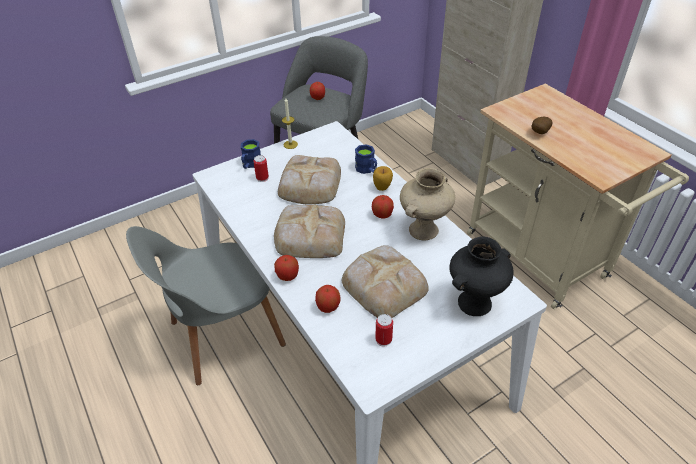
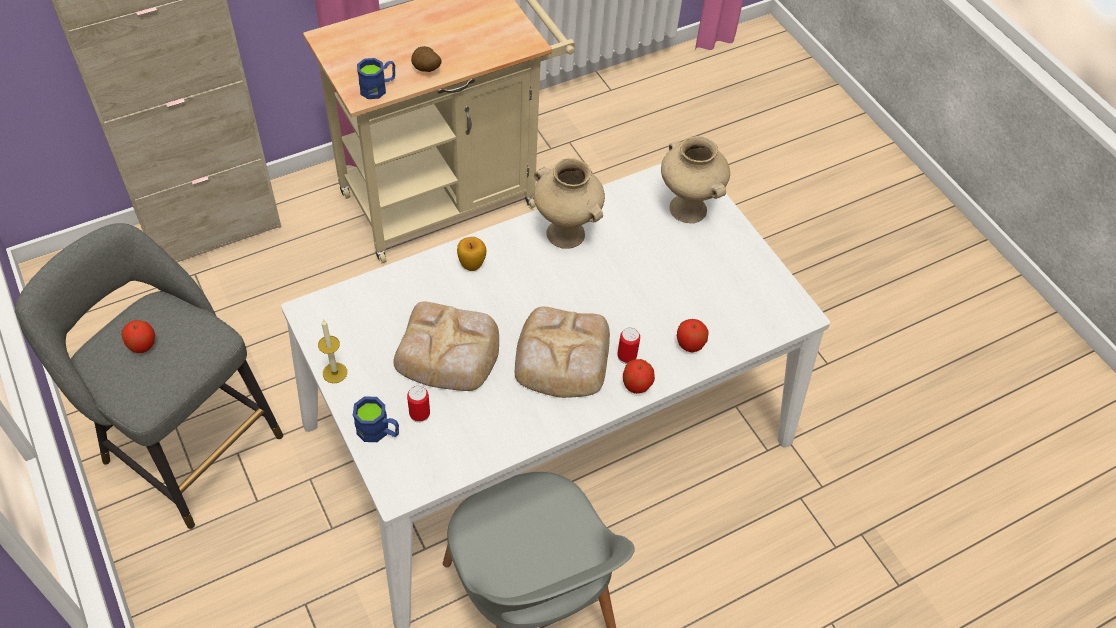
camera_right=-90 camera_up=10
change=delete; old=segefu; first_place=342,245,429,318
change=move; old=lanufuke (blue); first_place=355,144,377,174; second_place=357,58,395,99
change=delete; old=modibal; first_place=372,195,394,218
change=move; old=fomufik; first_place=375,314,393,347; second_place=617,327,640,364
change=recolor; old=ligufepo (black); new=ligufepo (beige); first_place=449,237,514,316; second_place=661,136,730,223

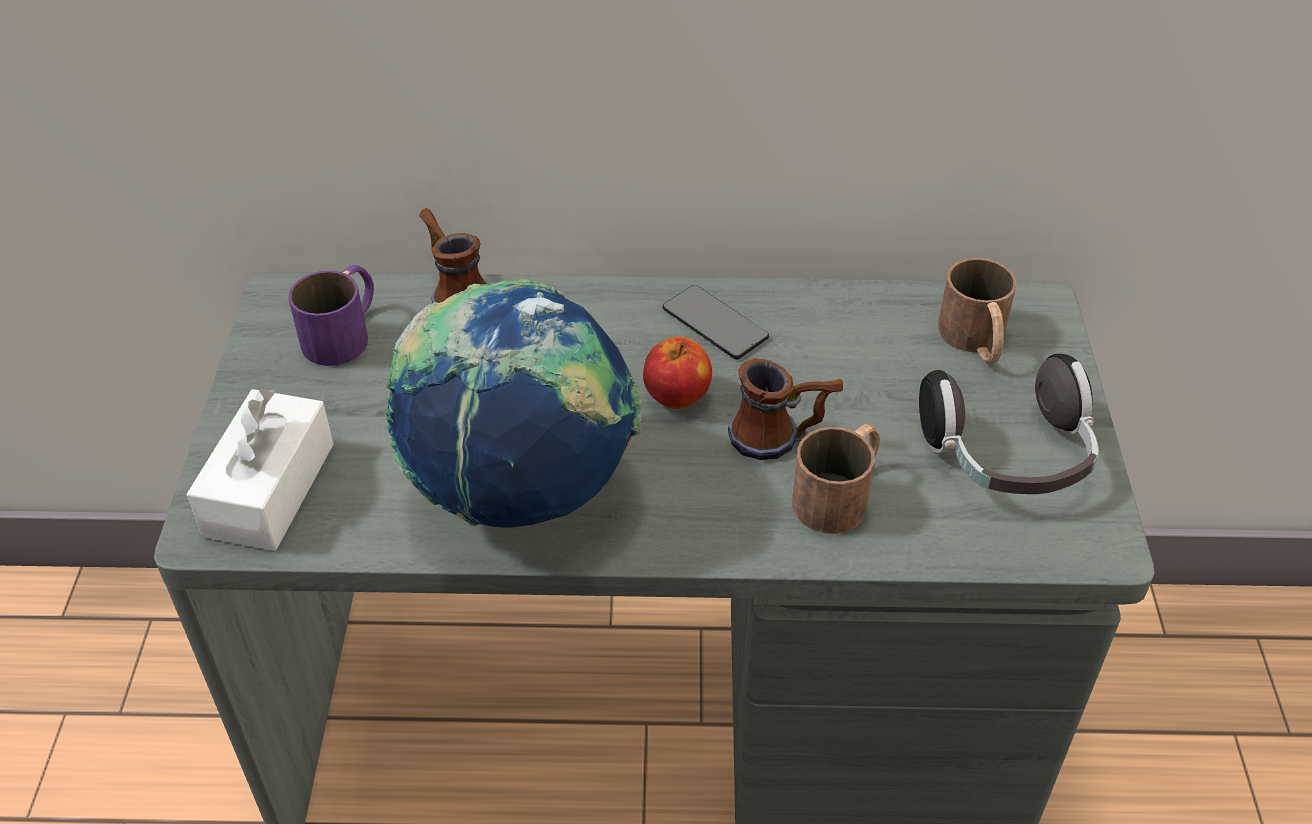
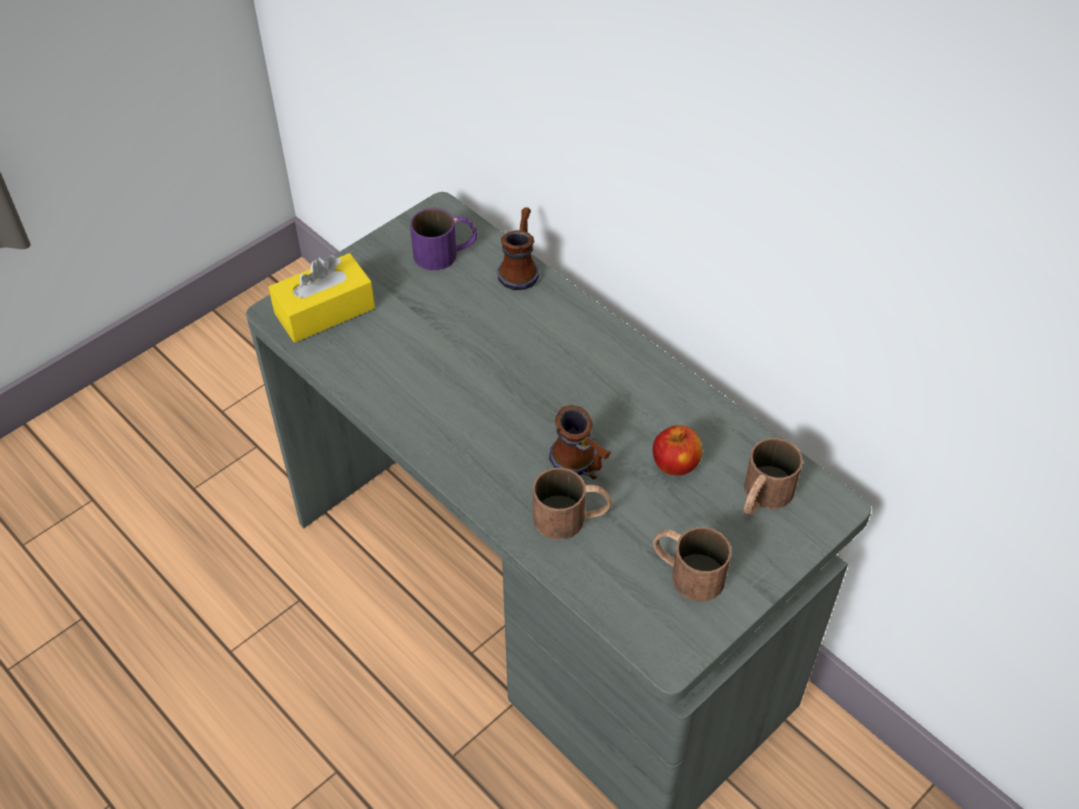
camera_right=45 camera_up=5
change=recolor; old=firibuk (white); new=firibuk (yellow); first_place=186,389,333,551; second_place=268,253,375,342
change=delete; old=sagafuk; first_place=385,279,642,528
change=move; old=modibal; first_place=643,336,712,409; second_place=653,425,702,476
change=delete; old=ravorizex; first_place=662,285,769,360
change=replace; old=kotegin; new=lanufuke (brown); first_place=919,353,1099,494; second_place=653,527,731,602

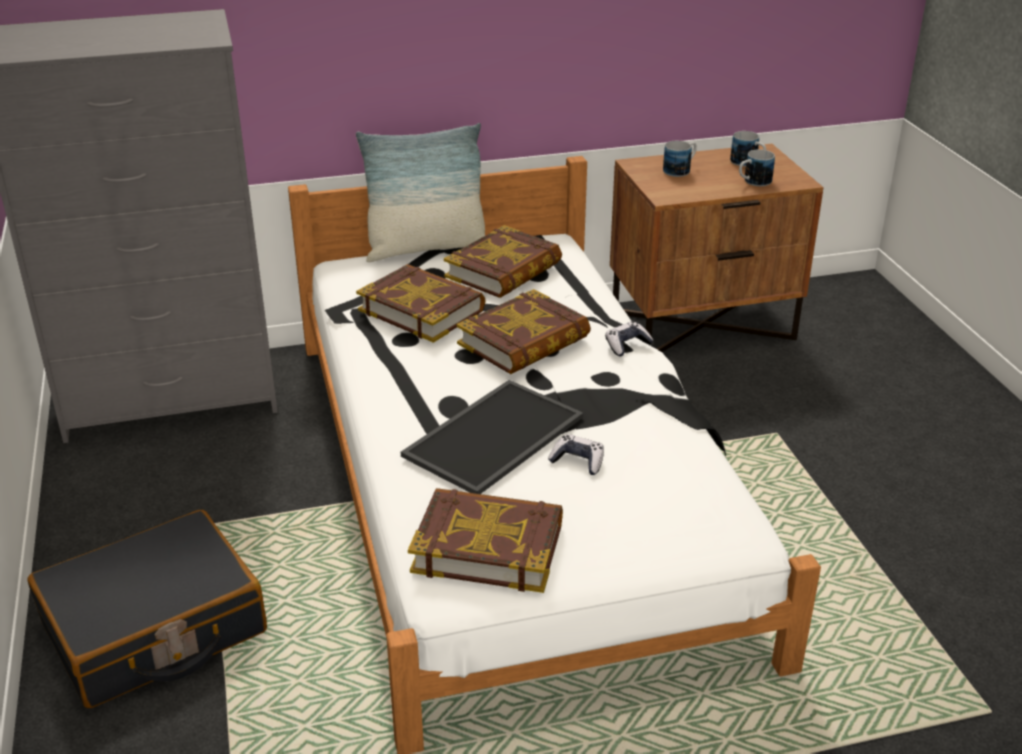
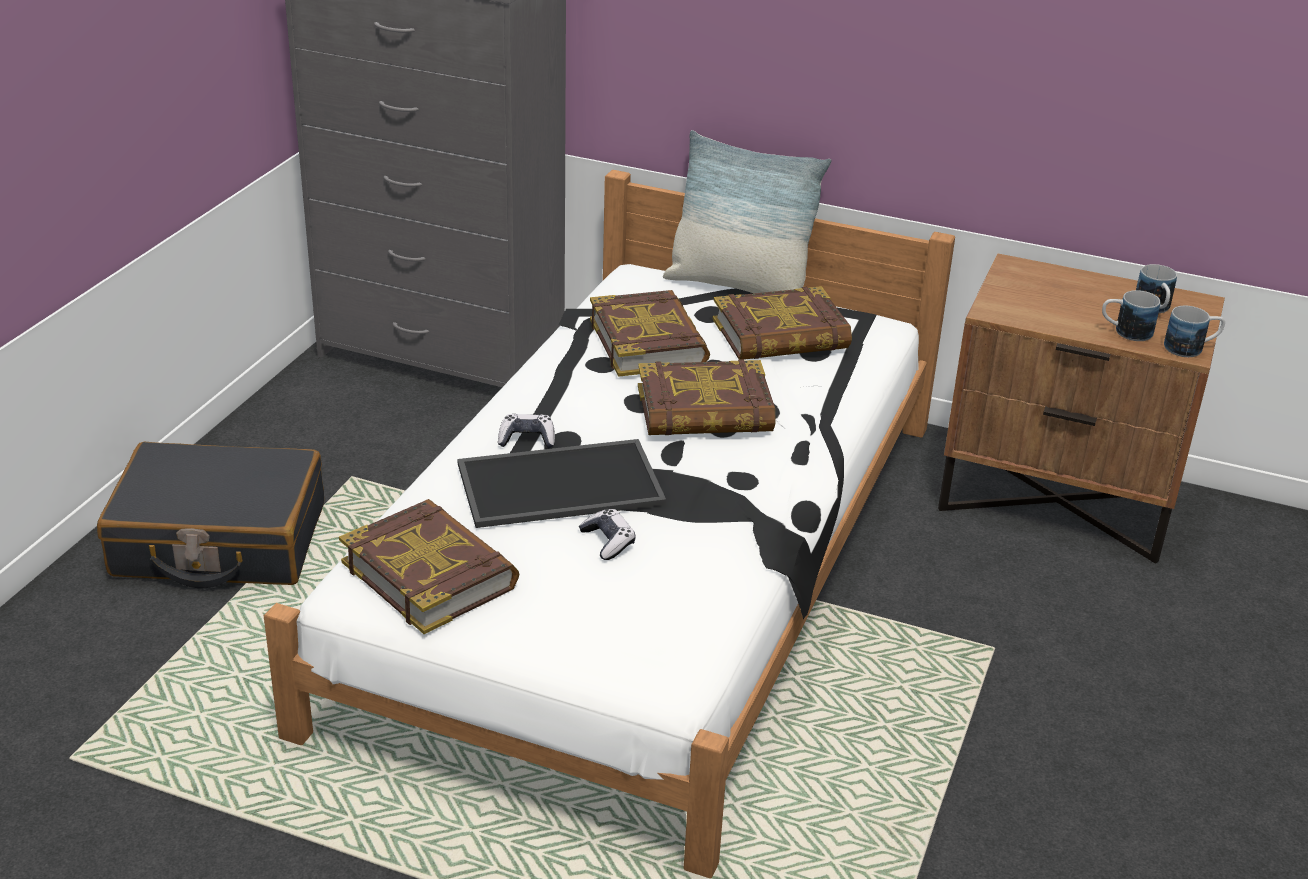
camera_right=35 camera_up=0
change=move; old=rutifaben; first_place=605,322,654,356; second_place=498,414,555,448
change=move; old=lanufuke; first_place=663,141,697,177; second_place=1164,306,1225,357

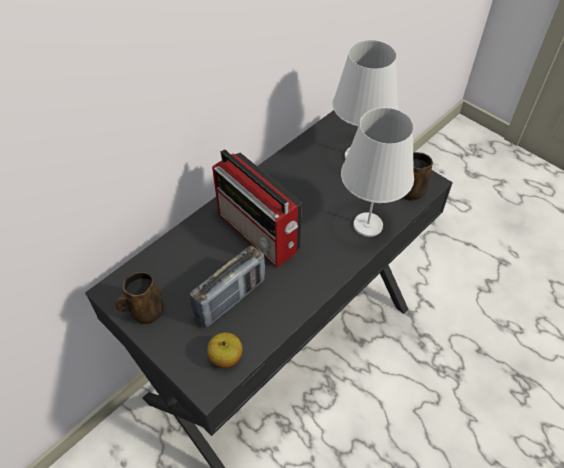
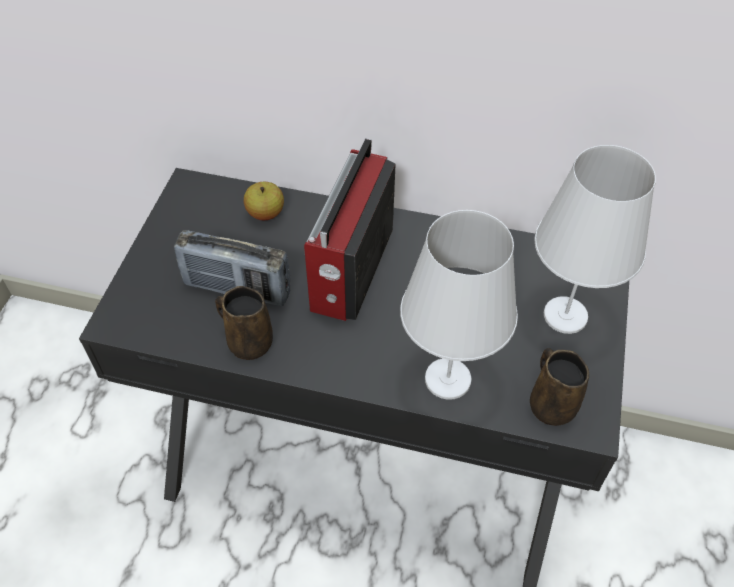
camera_right=60 camera_up=0
change=move; old=lanufuke (brown); first_place=114,272,163,324; second_place=215,286,273,360
change=move; old=modibal; first_place=207,332,242,368; second_place=244,182,284,220

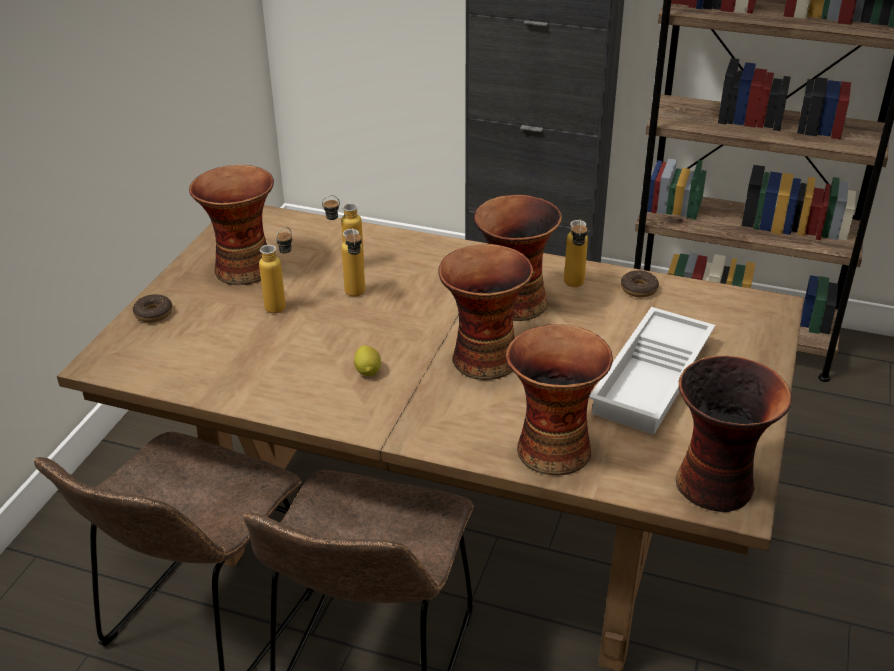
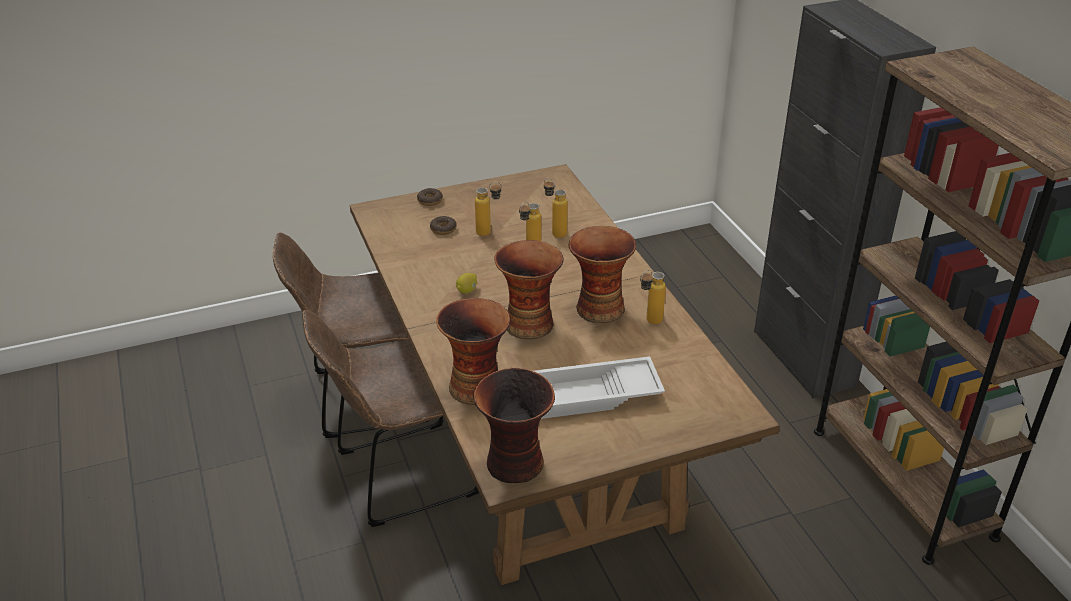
camera_right=50 camera_up=0
change=delete; old=ligufepo; first_place=189,165,274,285
change=move; old=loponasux; first_place=621,270,659,297; second_place=430,216,457,235

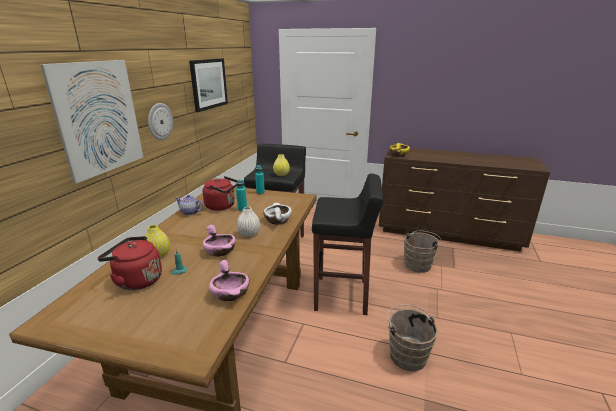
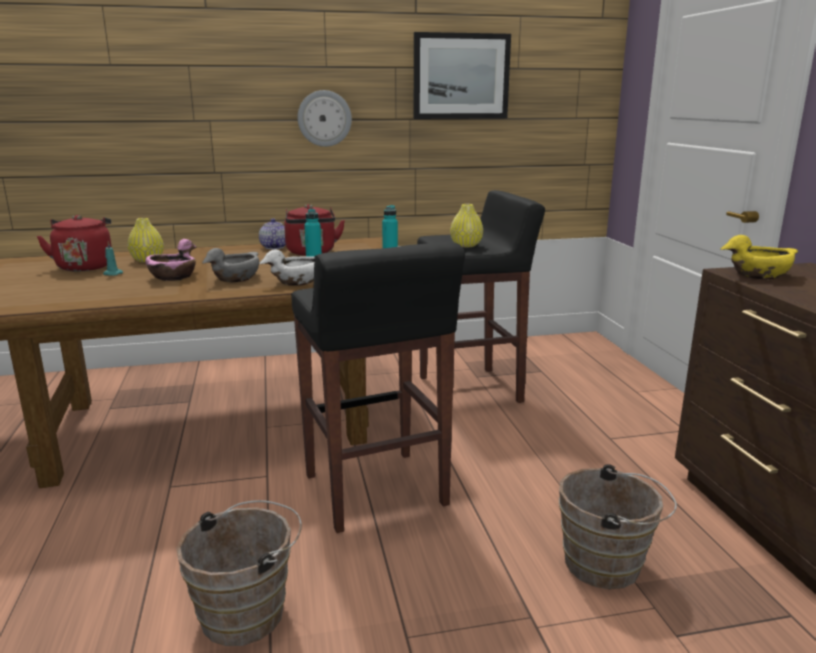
camera_right=60 camera_up=-5
change=delete; old=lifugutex; first_place=40,60,143,183
change=delete; old=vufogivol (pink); first_place=209,260,249,301
change=replace; old=ligufepo (white); new=vufogivol (grey); first_place=237,207,260,237; second_place=202,248,259,283

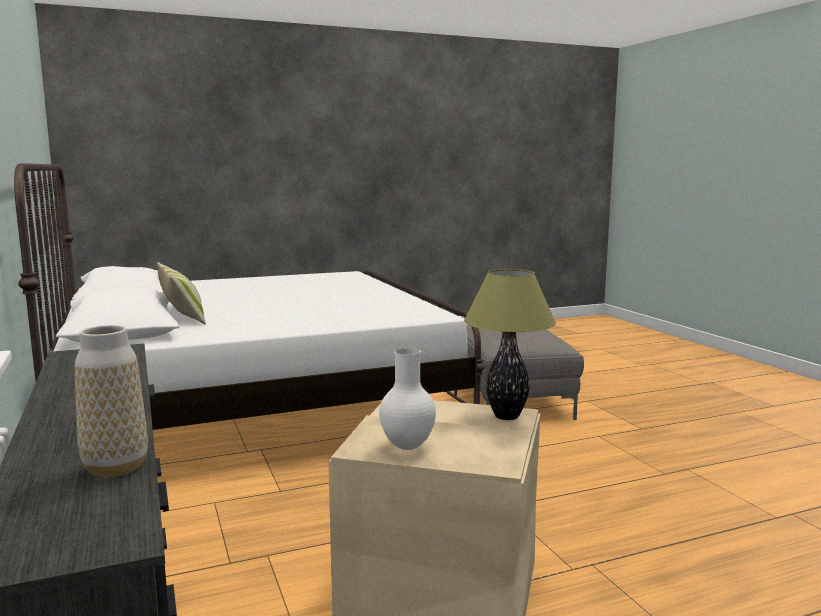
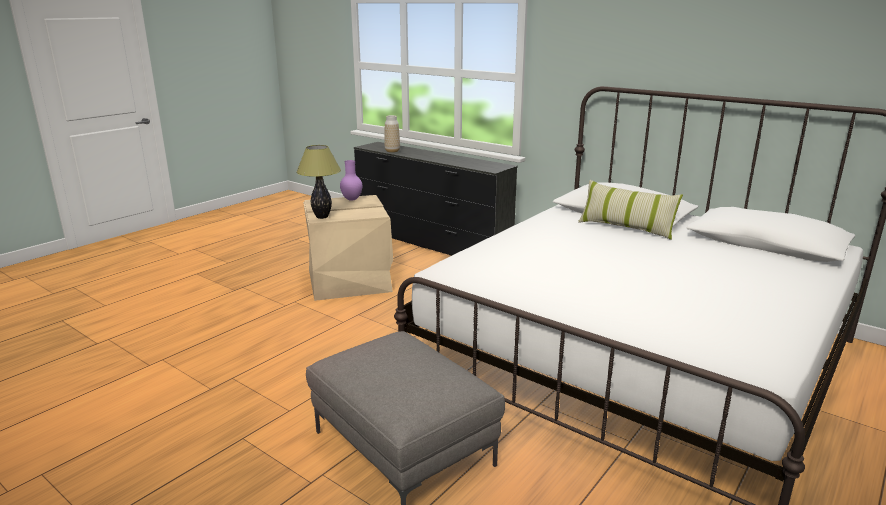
camera_right=150 camera_up=10
change=recolor; old=ligufepo (white); new=ligufepo (purple); first_place=379,348,436,450; second_place=340,160,362,201

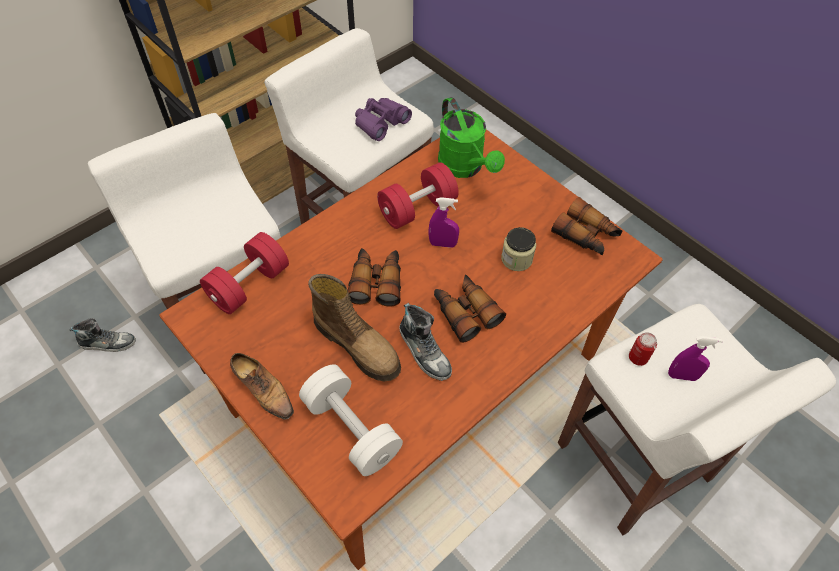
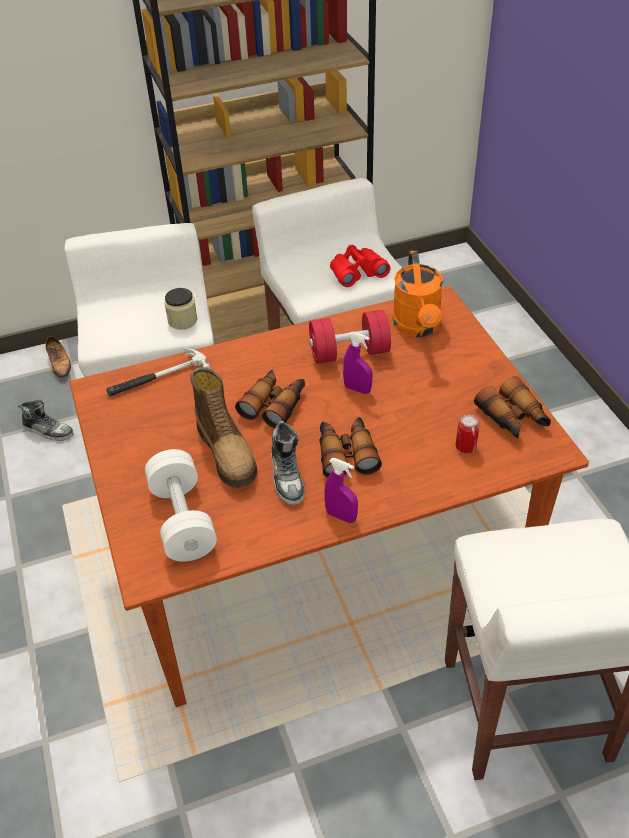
camera_right=25 camera_up=-10
change=replace; old=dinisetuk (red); new=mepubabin; first_place=200,232,289,314; second_place=106,349,211,396
change=move; old=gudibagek; first_place=230,353,294,420; second_place=46,336,71,378
change=recolor; old=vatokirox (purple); new=vatokirox (red); first_place=355,98,412,141; second_place=330,245,390,287
change=recolor; old=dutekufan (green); new=dutekufan (orange); first_place=438,97,505,178; second_place=392,251,443,337
change=move; old=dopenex; first_place=501,227,536,271; second_place=165,288,197,330
change=move; old=fomufik; first_place=629,332,657,366; second_place=456,415,479,453
change=move; old=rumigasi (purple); first_place=668,336,723,381; second_place=324,458,358,523

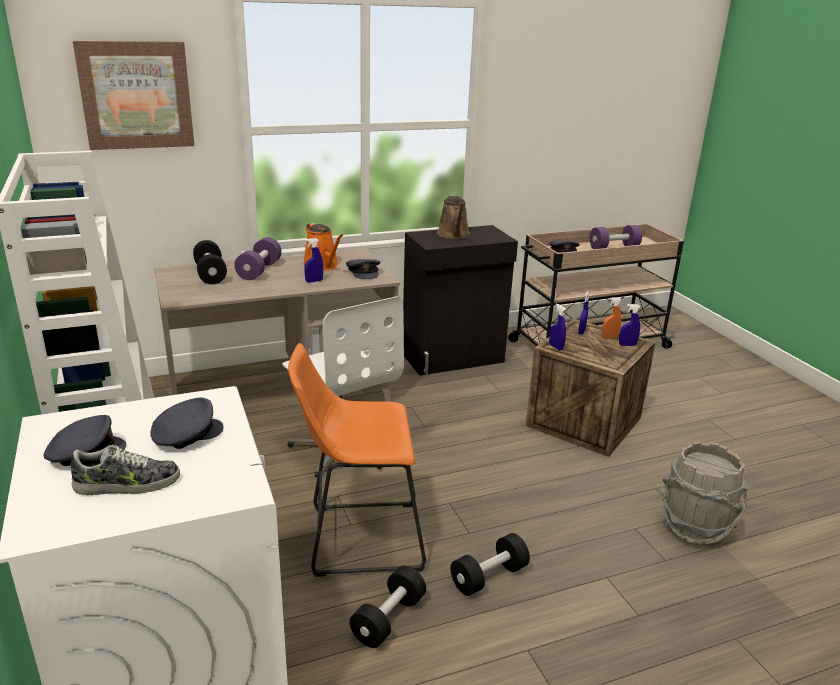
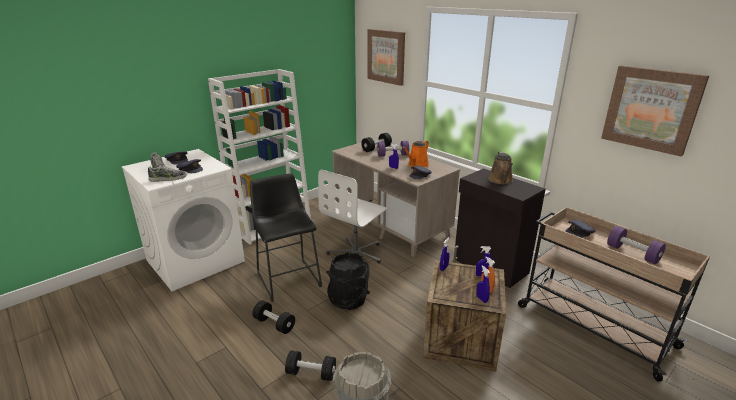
camera_right=70 camera_up=0
change=recolor; old=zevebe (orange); new=zevebe (black); first_place=288,343,426,577; second_place=250,174,322,302
change=move; old=dinisetuk (black); first_place=349,565,426,648; second_place=285,350,336,381
change=rotate; old=dutekufan (brown); first_place=437,195,470,239; second_place=488,151,513,184; degrees=-60
change=insert; new=gudibagek; second_place=148,165,187,182
change=insert; new=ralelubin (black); second_place=326,252,370,310
change=insert; new=lifugutex; second_place=601,66,709,157

